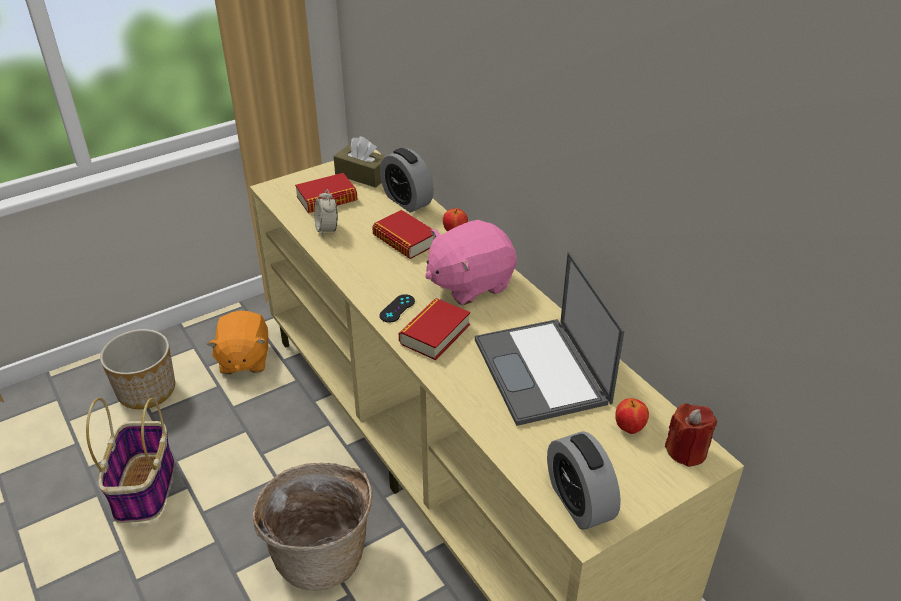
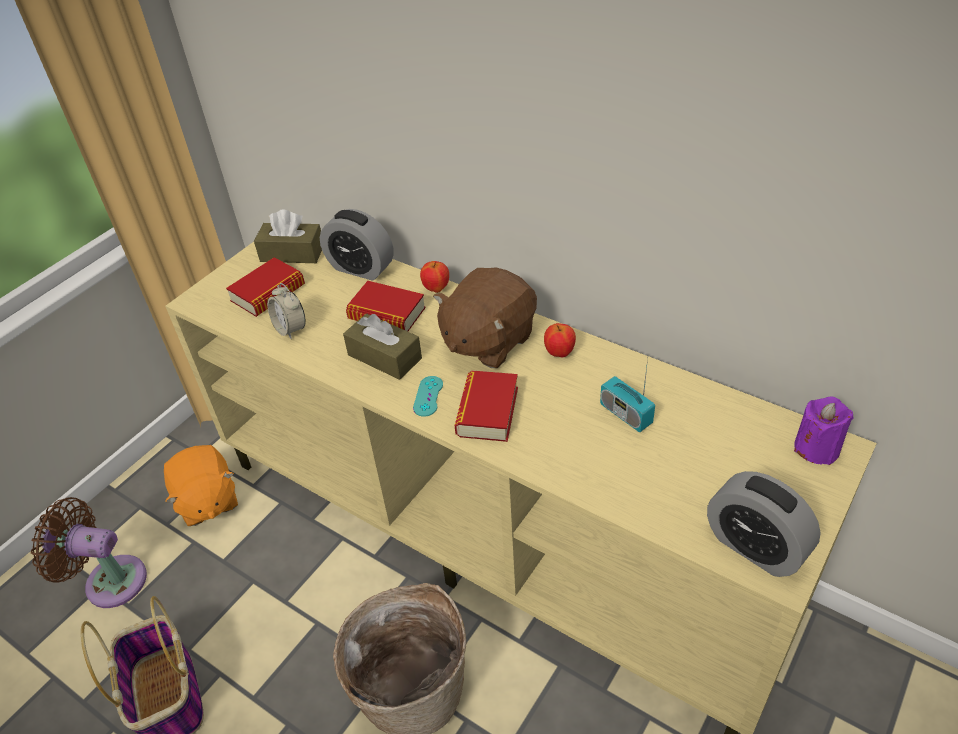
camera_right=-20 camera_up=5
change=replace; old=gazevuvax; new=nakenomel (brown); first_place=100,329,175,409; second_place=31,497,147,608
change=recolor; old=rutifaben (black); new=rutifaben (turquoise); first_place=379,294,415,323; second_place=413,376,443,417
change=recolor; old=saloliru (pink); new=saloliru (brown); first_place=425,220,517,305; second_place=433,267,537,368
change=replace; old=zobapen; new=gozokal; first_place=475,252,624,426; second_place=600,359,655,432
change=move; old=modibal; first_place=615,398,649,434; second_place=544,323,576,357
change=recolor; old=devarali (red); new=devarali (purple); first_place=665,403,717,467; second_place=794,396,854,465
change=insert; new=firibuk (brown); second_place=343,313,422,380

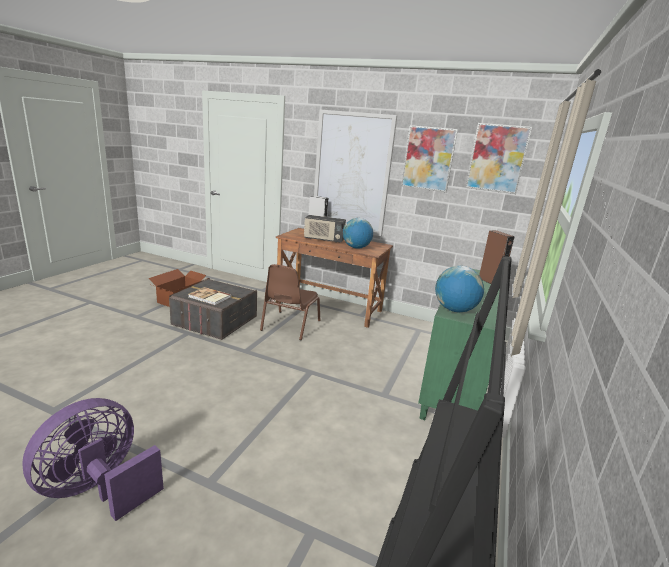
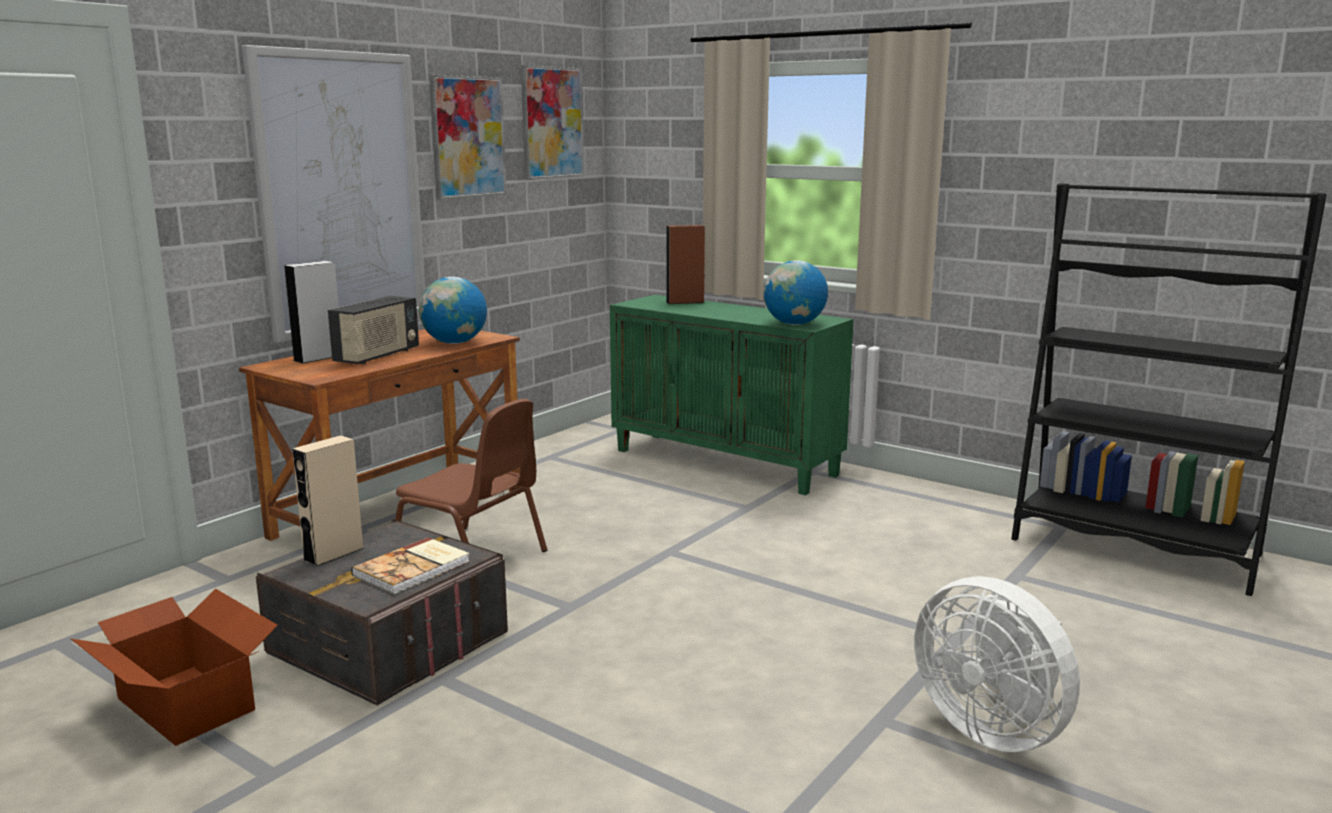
camera_right=-75 camera_up=-5
change=recolor; old=nakenomel (purple); new=nakenomel (white); first_place=22,398,164,521; second_place=914,576,1080,752
change=insert; new=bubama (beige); second_place=292,435,364,567

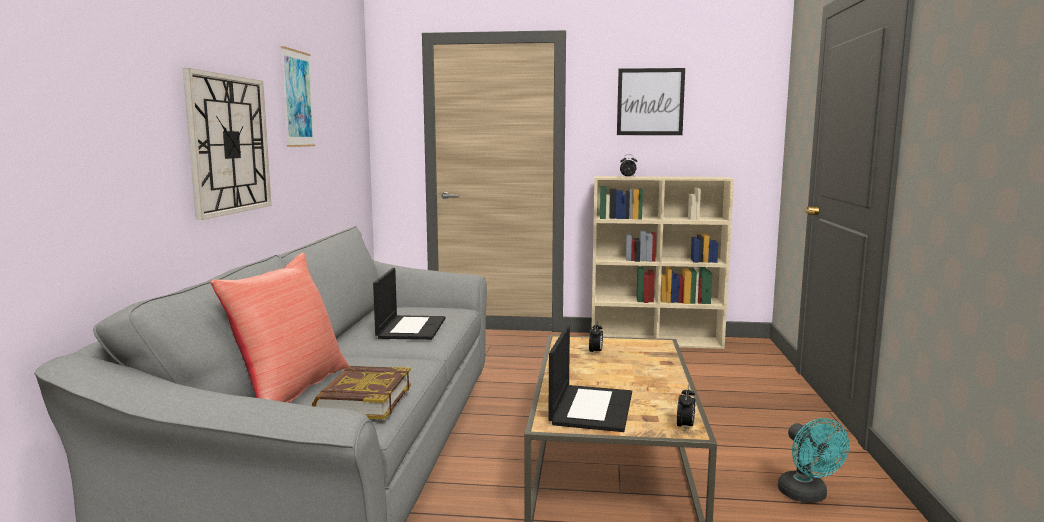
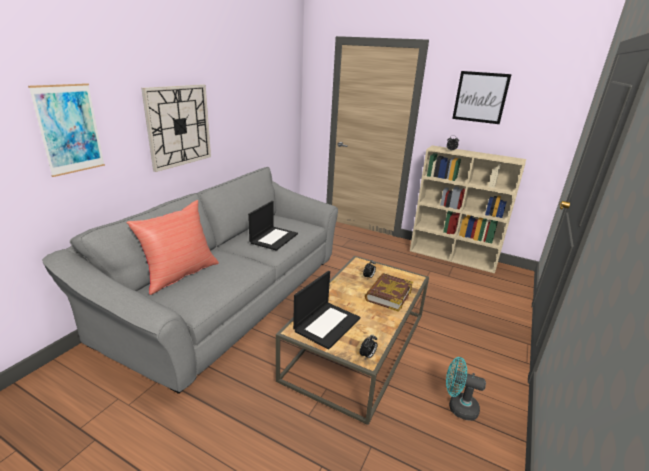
camera_right=20 camera_up=15
change=move; old=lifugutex; first_place=281,46,315,147; second_place=28,83,105,177
change=move; old=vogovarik; first_place=312,366,411,419; second_place=365,273,413,312
change=rotate; old=nakenomel (turquoise); first_place=778,418,849,503; second_place=446,357,486,421; degrees=105

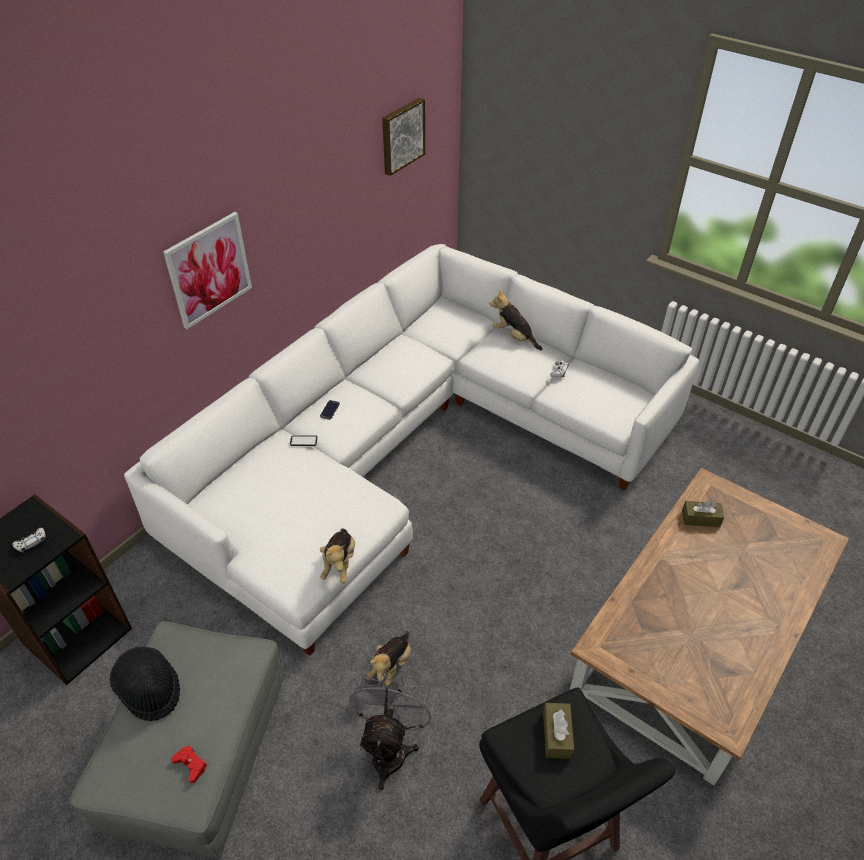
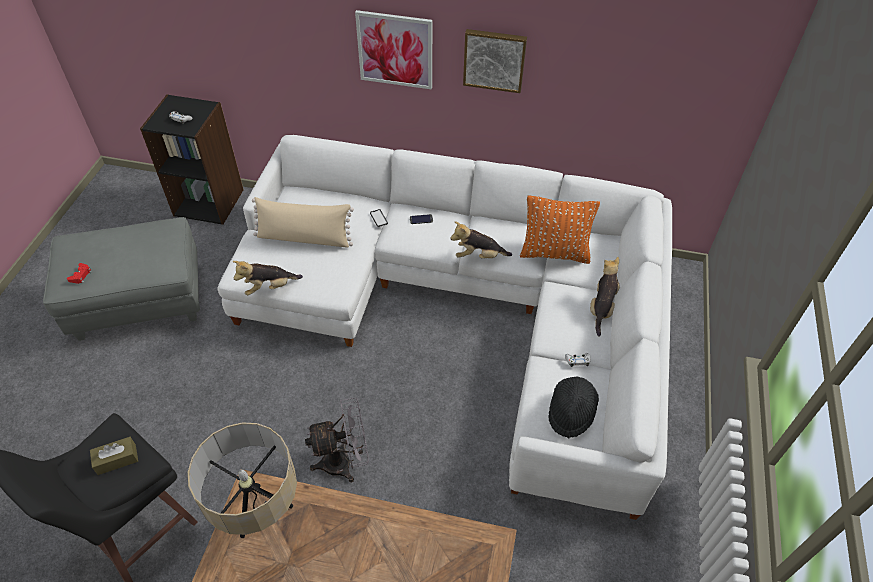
camera_right=65 camera_up=5
change=move; old=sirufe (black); first_place=110,647,180,721; second_place=548,377,599,438
change=move; old=nakenomel (grey); first_place=349,670,434,790; second_place=305,398,369,482
change=move; old=saloliru; first_place=367,631,411,687; second_place=450,222,512,259
change=move; old=lifugutex; first_place=382,98,425,176; second_place=463,29,527,93
change=delete; old=firibuk (brown); first_place=682,500,724,527
change=insert; new=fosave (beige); second_place=188,422,297,538
change=insert; new=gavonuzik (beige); second_place=252,197,354,248
change=insert; new=gavonuzik (orange); second_place=520,196,600,264

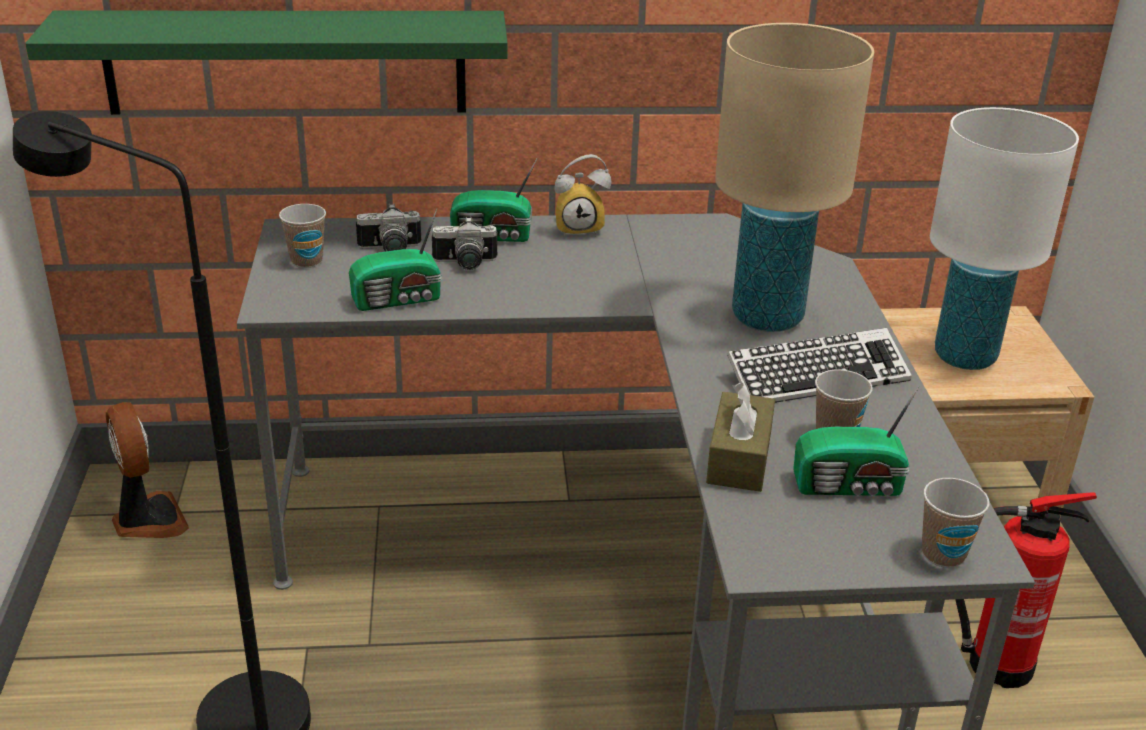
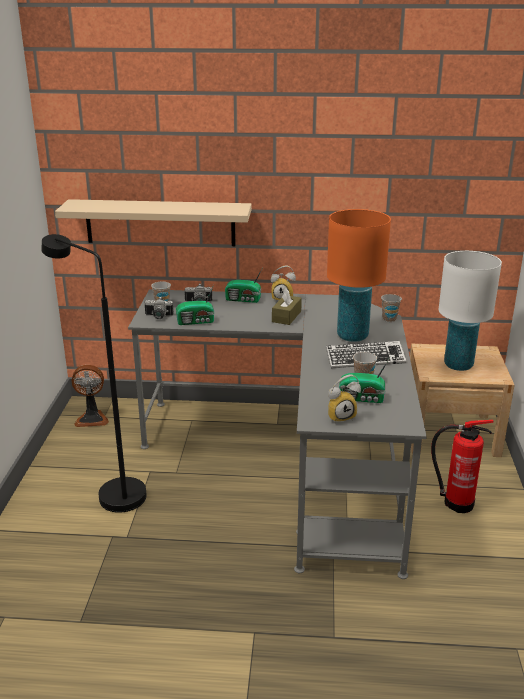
camera_right=10 camera_up=-5
change=recolor; old=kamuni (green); new=kamuni (beige); first_place=25,11,508,115; second_place=55,199,252,246
change=rotate; old=nakenomel; first_place=106,402,189,538; second_place=72,365,109,427; degrees=105
change=move; old=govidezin; first_place=432,217,497,270; second_place=145,297,174,319
change=move; old=firibuk (brown); first_place=706,383,775,492; second_place=272,288,302,325
change=recolor; old=fosave (beige); new=fosave (orange); first_place=715,23,874,332; second_place=327,209,391,342
change=move; old=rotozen; first_place=922,478,990,568; second_place=381,294,402,322
change=insert; new=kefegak; second_place=328,374,361,424

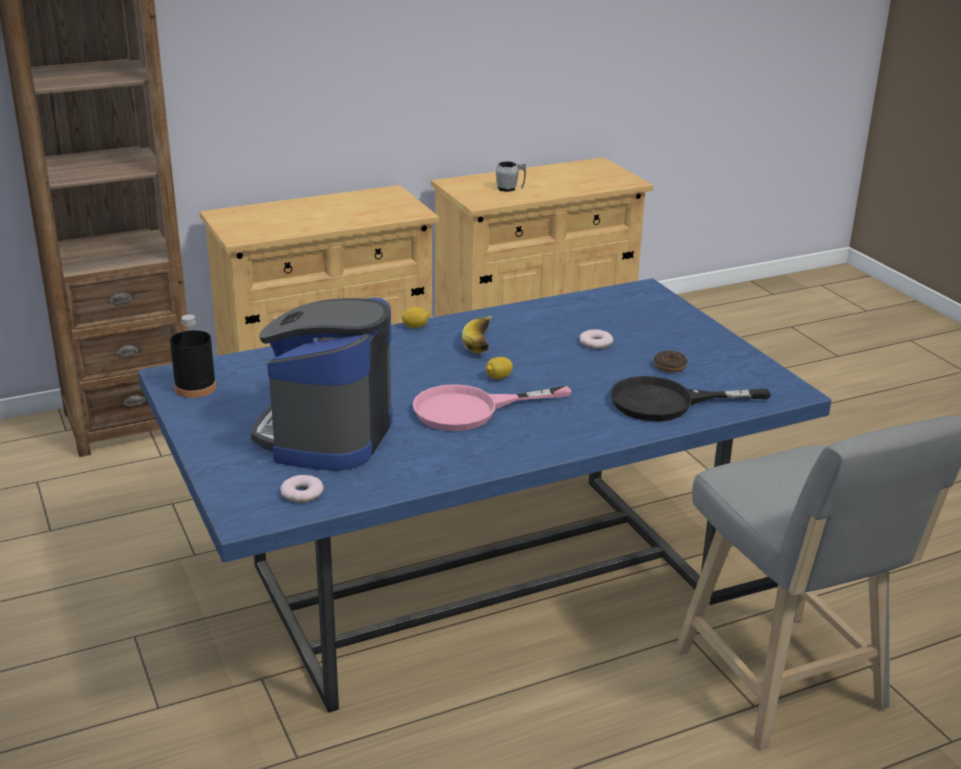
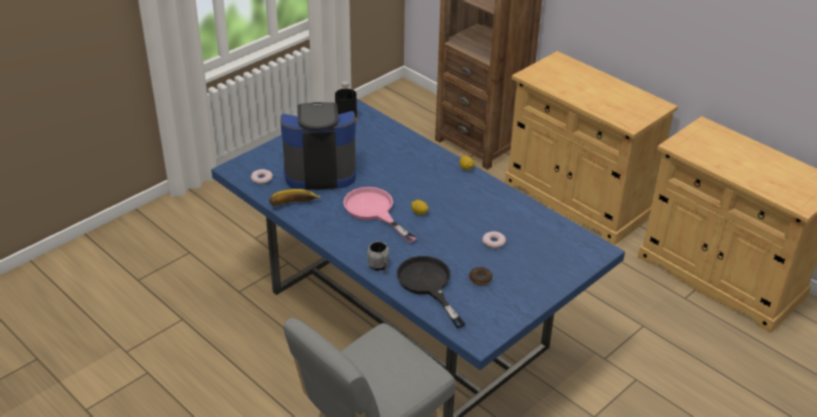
camera_right=70 camera_up=10
change=move; old=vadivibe; first_place=462,316,493,354; second_place=269,189,320,206
change=move; old=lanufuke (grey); first_place=496,161,526,192; second_place=367,241,389,274

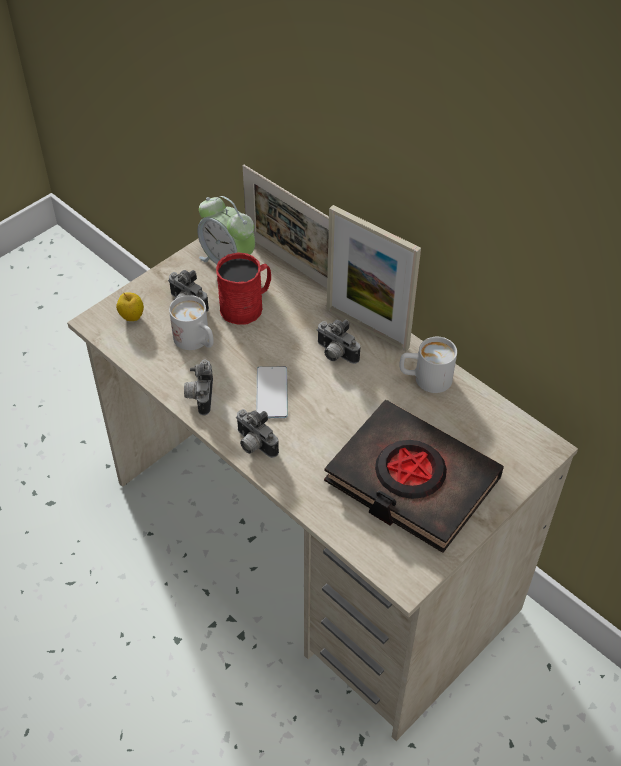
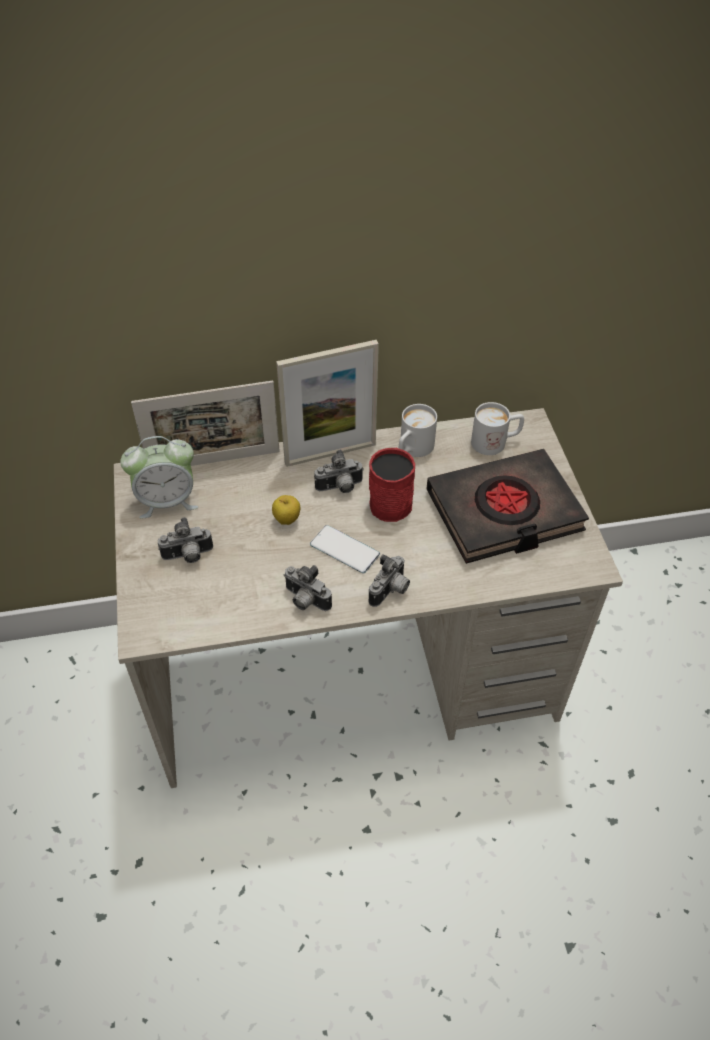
camera_right=-55 camera_up=0
change=move; old=modibal; first_place=116,292,144,321; second_place=272,495,300,525
change=move; old=lanufuke (white); first_place=169,295,214,350; second_place=471,402,524,455
change=move; old=lanufuke (red); first_place=216,252,271,325; second_place=369,448,415,522
change=rotate; old=govidezin; first_place=236,409,279,458; second_place=369,554,410,607; degrees=-45

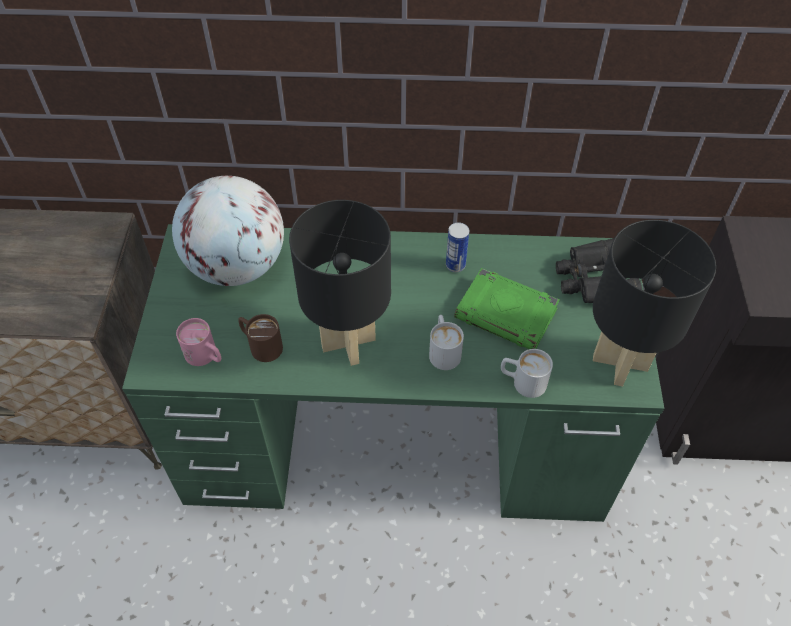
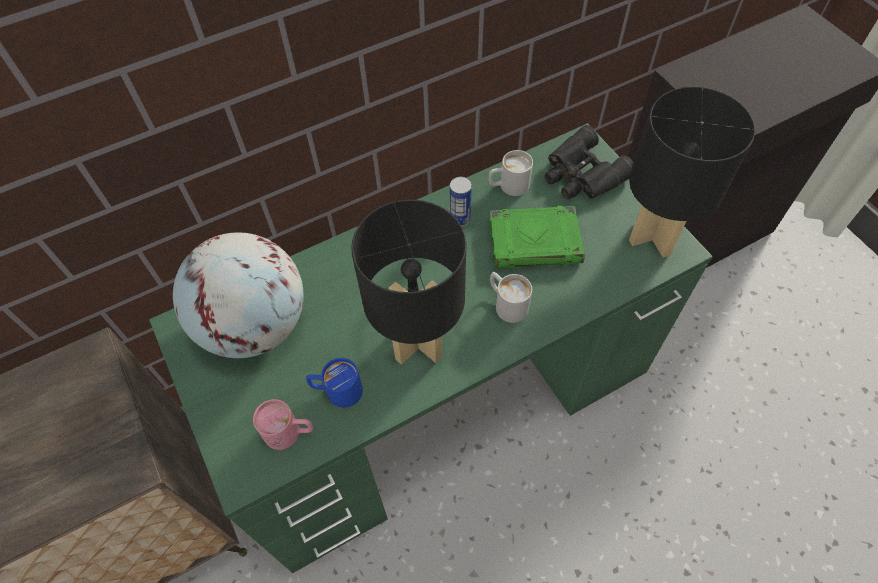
camera_right=-30 camera_up=5
change=recolor; old=lanufuke (brown); new=lanufuke (blue); first_place=238,314,283,362; second_place=306,358,363,408
change=move; old=lanufuke (white); first_place=501,349,553,398; second_place=488,150,533,196

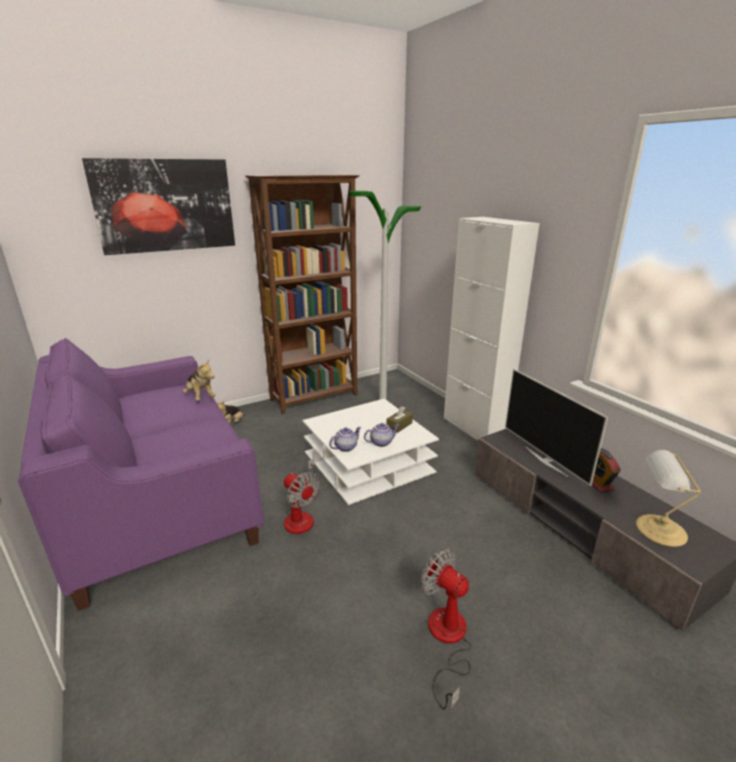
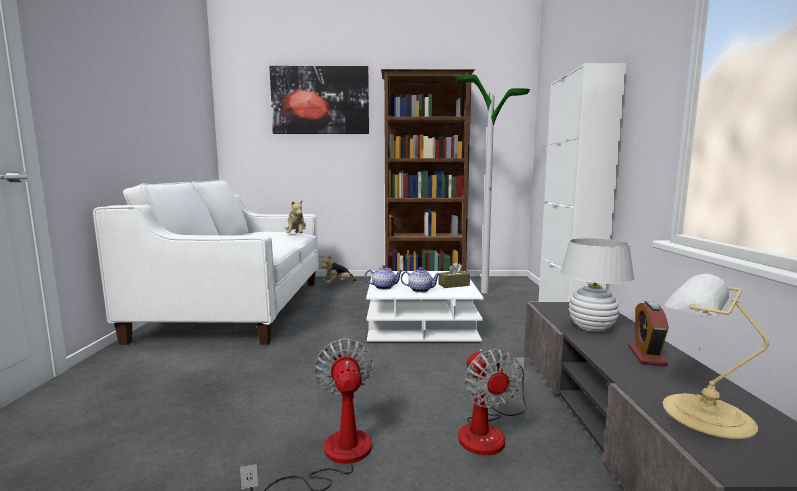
camera_right=30 camera_up=-15
change=recolor; old=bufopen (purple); new=bufopen (white); first_place=18,338,264,611; second_place=93,180,319,345
change=move; old=nakenomel; first_place=284,458,320,534; second_place=458,349,527,455
change=replace; old=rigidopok; new=fosave (white); first_place=505,369,608,486; second_place=560,238,634,332

